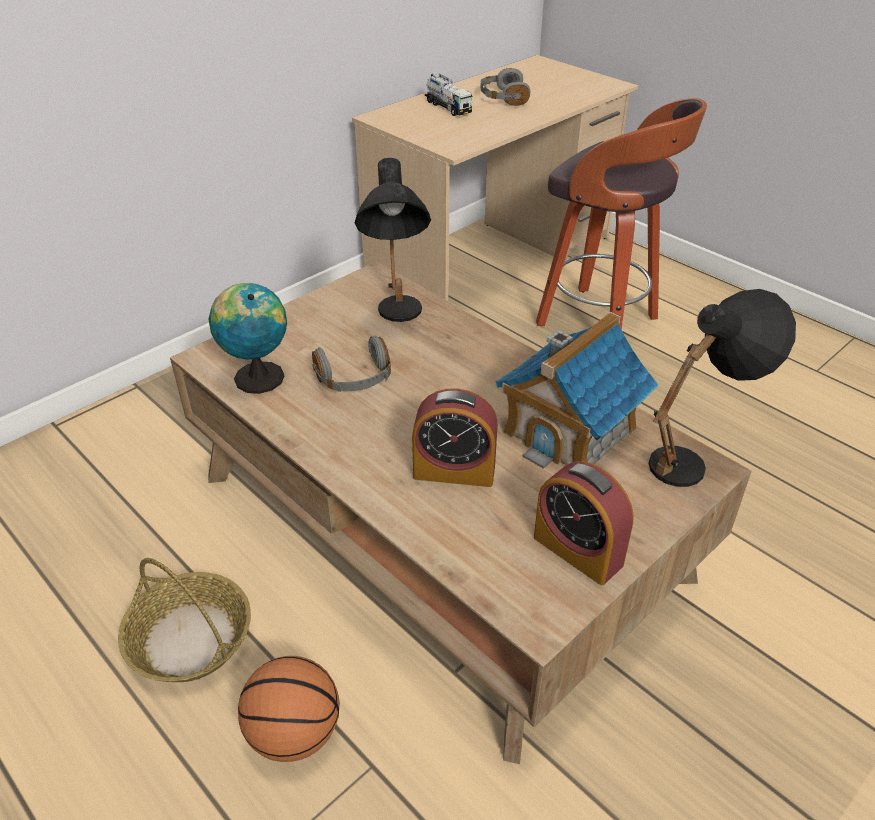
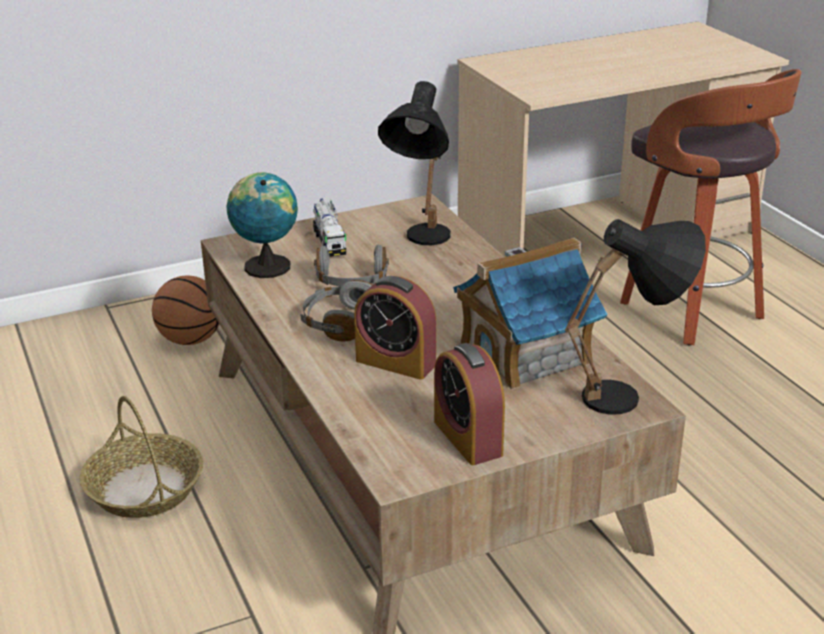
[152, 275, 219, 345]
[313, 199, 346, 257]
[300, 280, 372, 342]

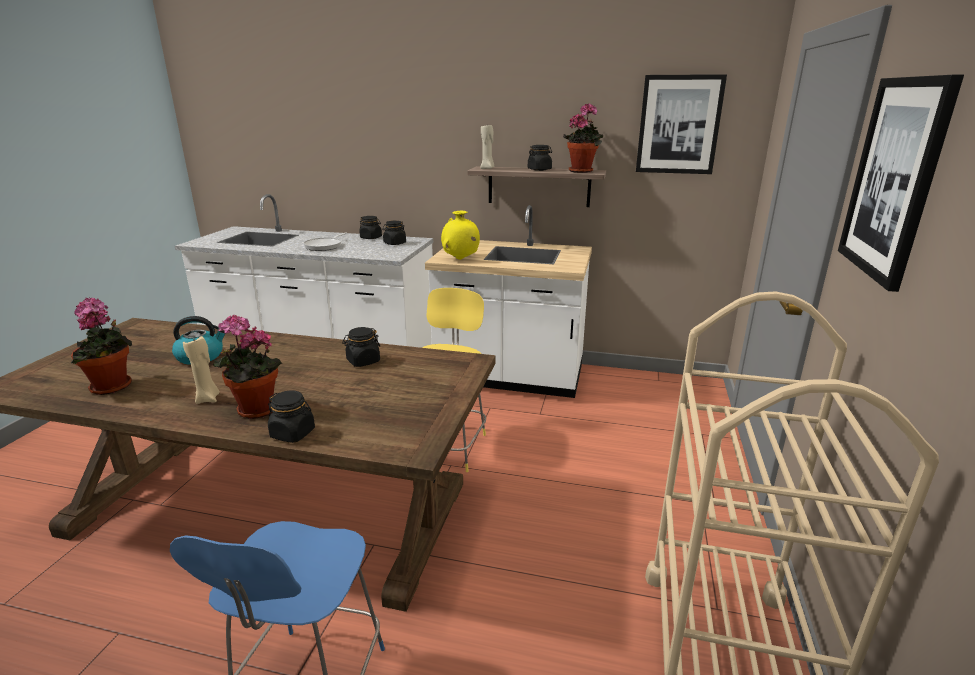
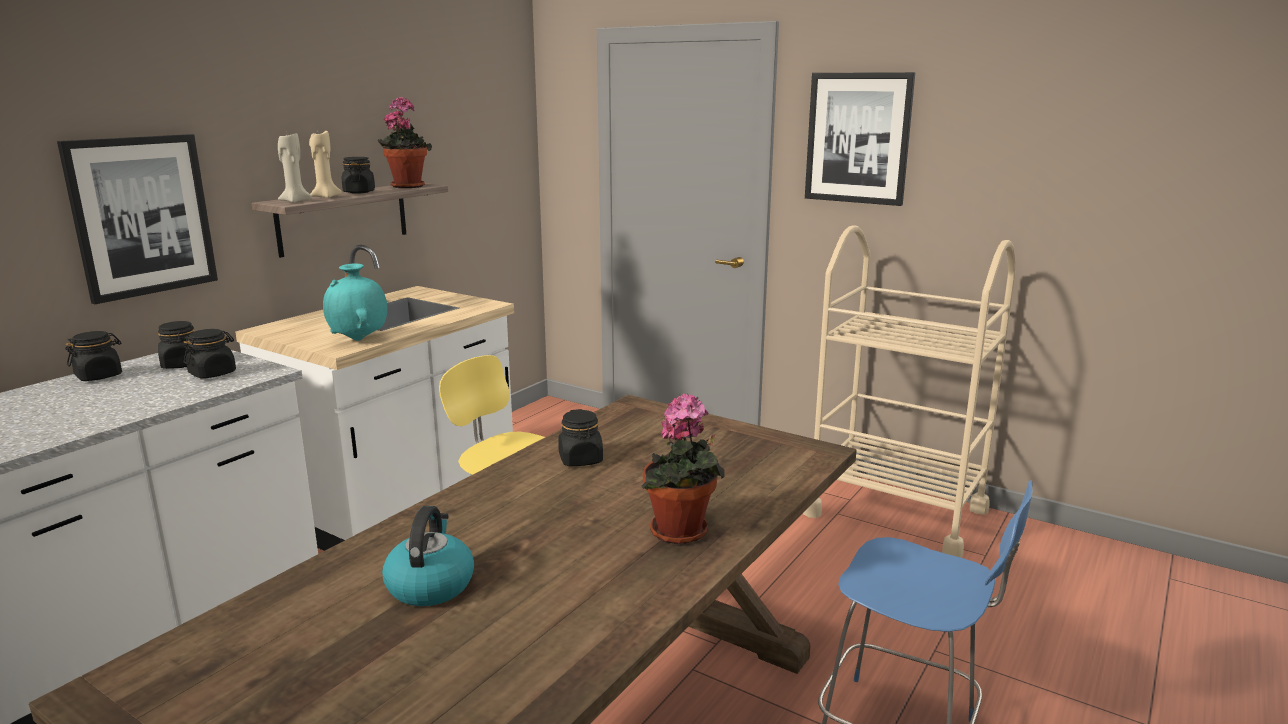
[71, 298, 132, 395] (first image)
[309, 131, 342, 198]
[183, 329, 236, 379]
[303, 233, 348, 251] (first image)
[323, 263, 388, 341]
[57, 134, 218, 304]

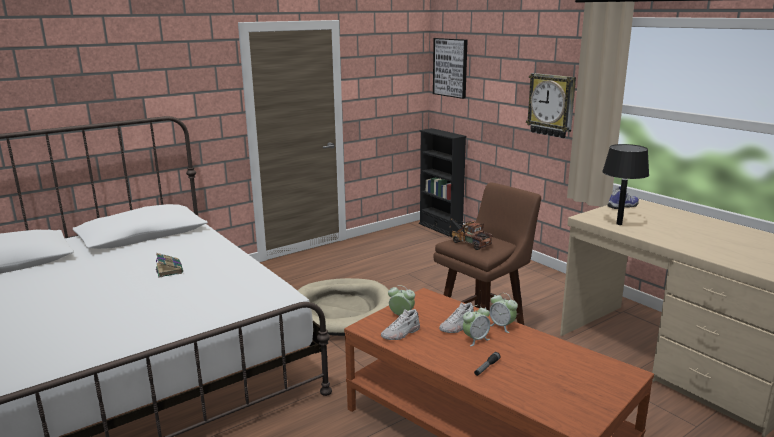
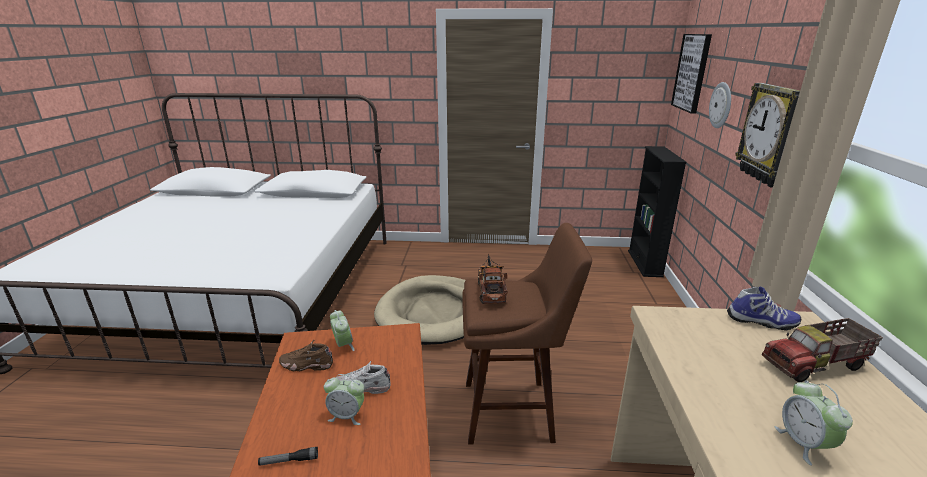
[156, 253, 183, 278] (first image)
[279, 340, 333, 371]
[774, 380, 853, 466]
[602, 144, 649, 225] (first image)
[709, 82, 731, 128]
[762, 318, 883, 382]

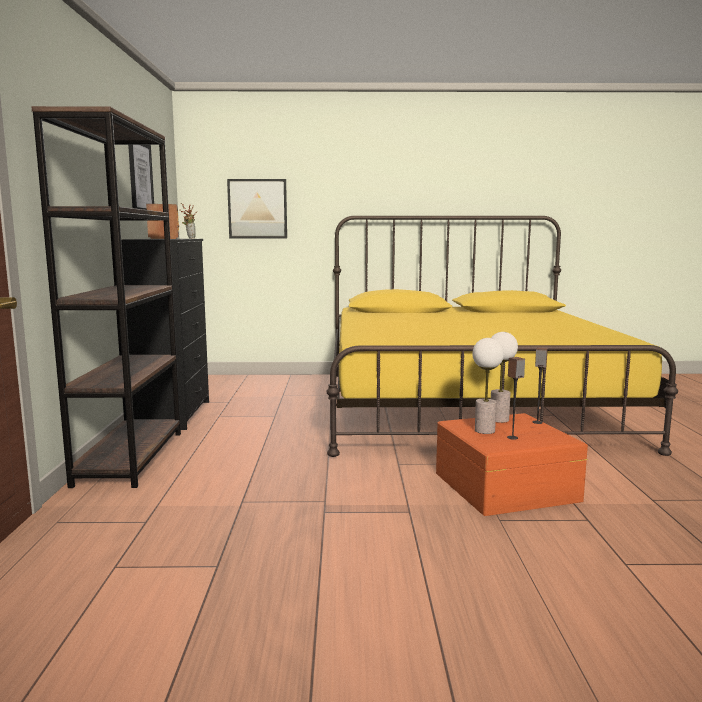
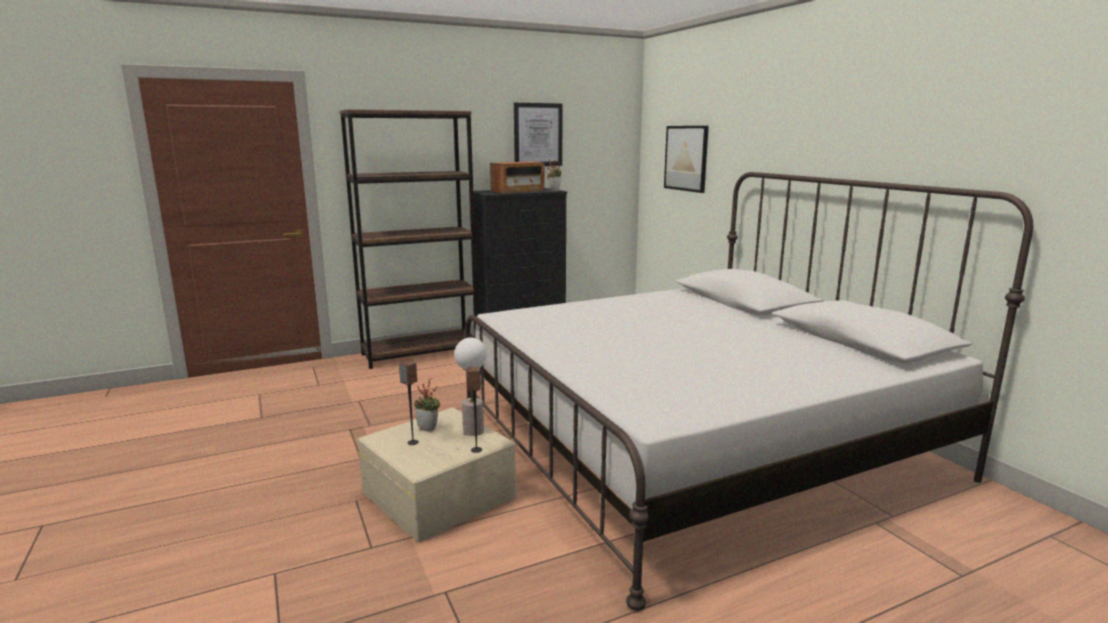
[465, 172, 1033, 610]
[358, 407, 516, 543]
[414, 378, 440, 432]

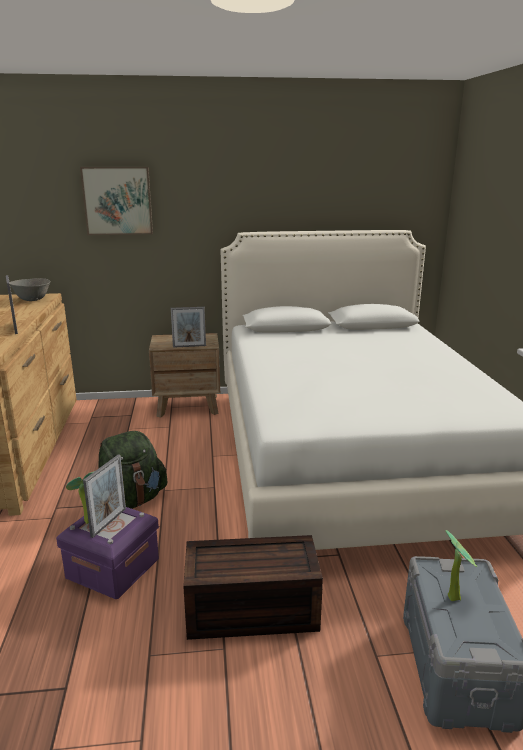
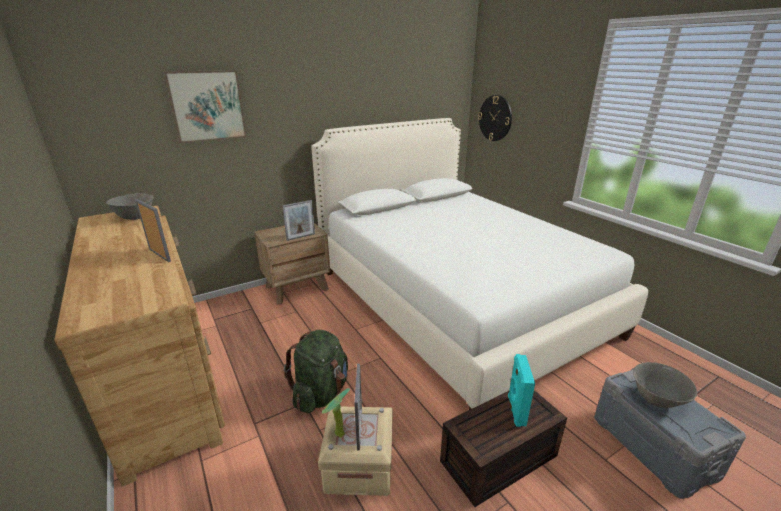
[318, 406, 393, 496]
[633, 362, 697, 408]
[478, 95, 512, 141]
[508, 354, 535, 427]

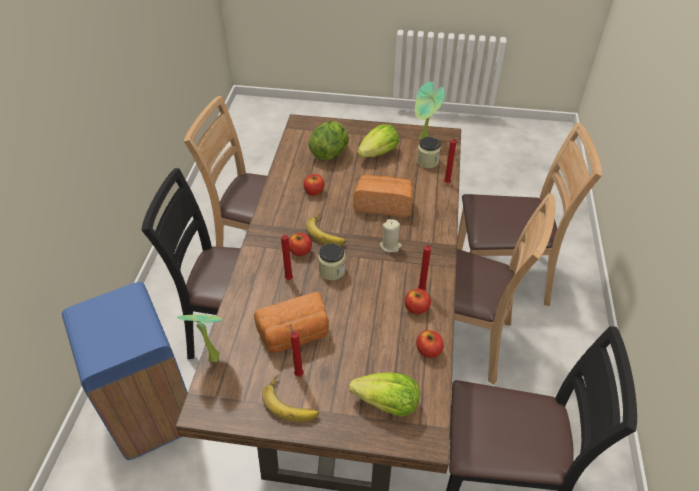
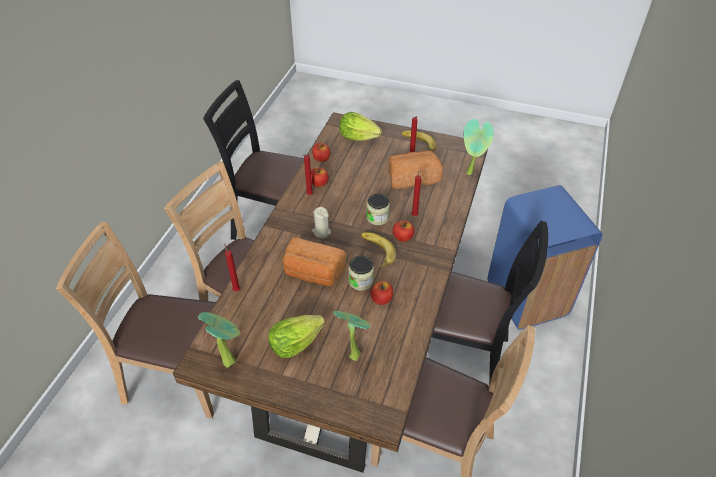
[333, 311, 371, 361]
[348, 256, 374, 291]

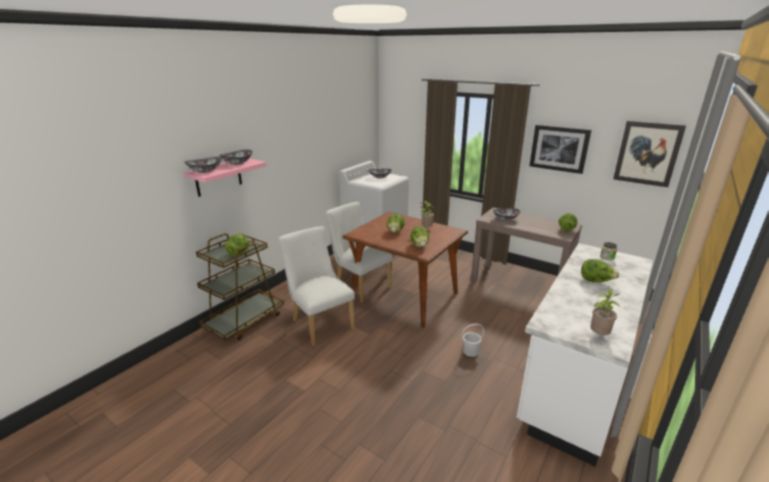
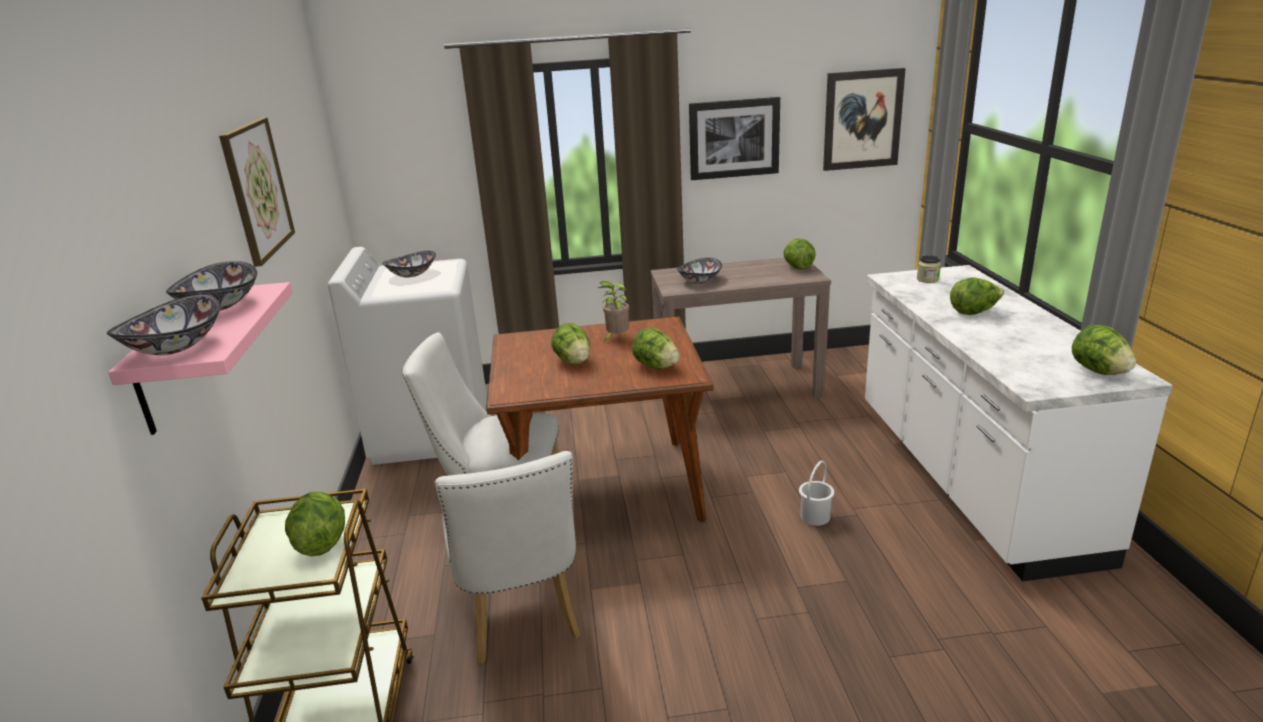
[435, 451, 581, 664]
[1072, 325, 1136, 375]
[219, 117, 295, 267]

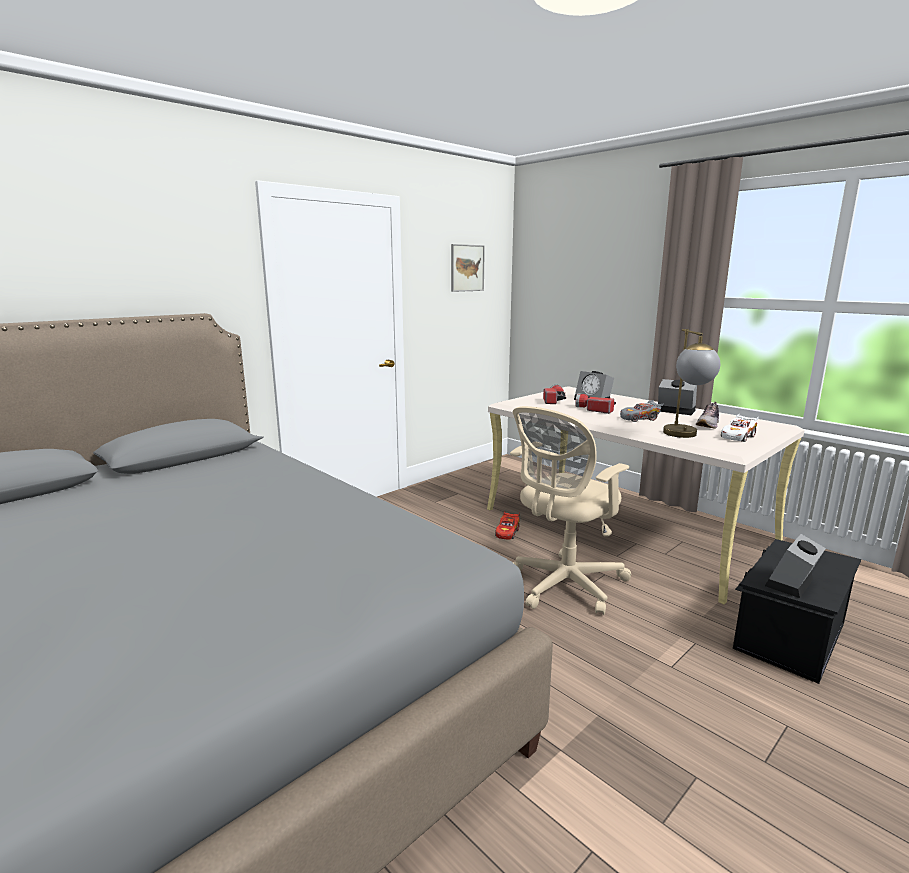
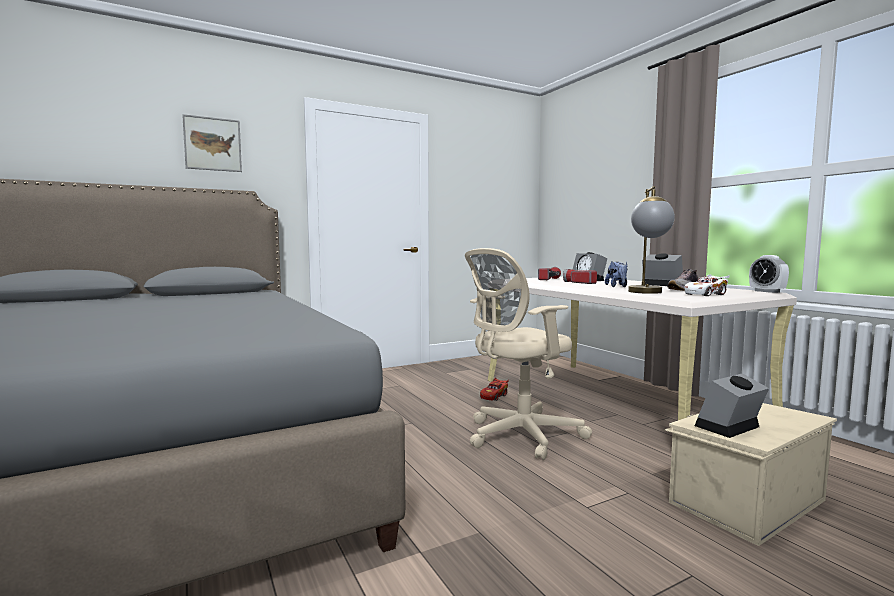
[182, 114, 242, 172]
[605, 262, 627, 287]
[665, 403, 837, 546]
[749, 255, 789, 293]

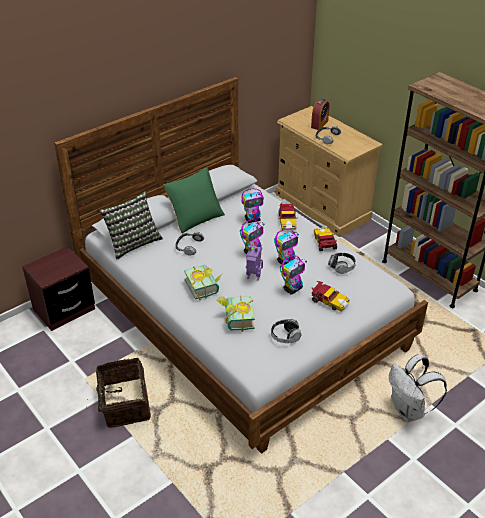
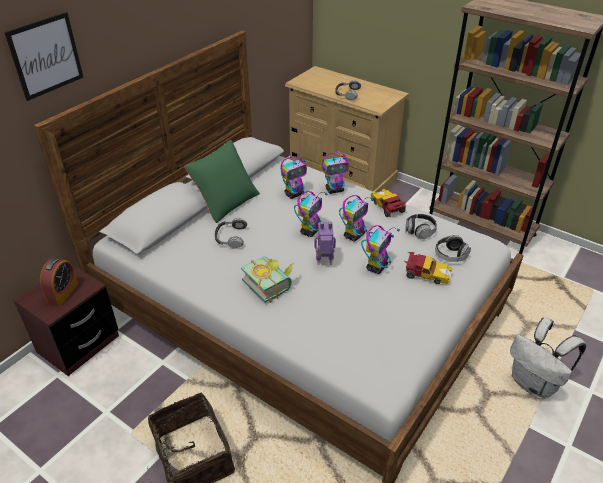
[99, 191, 163, 260] (first image)
[217, 295, 255, 332] (first image)
[435, 235, 471, 262]
[322, 152, 349, 194]
[40, 258, 78, 306]
[4, 12, 83, 101]

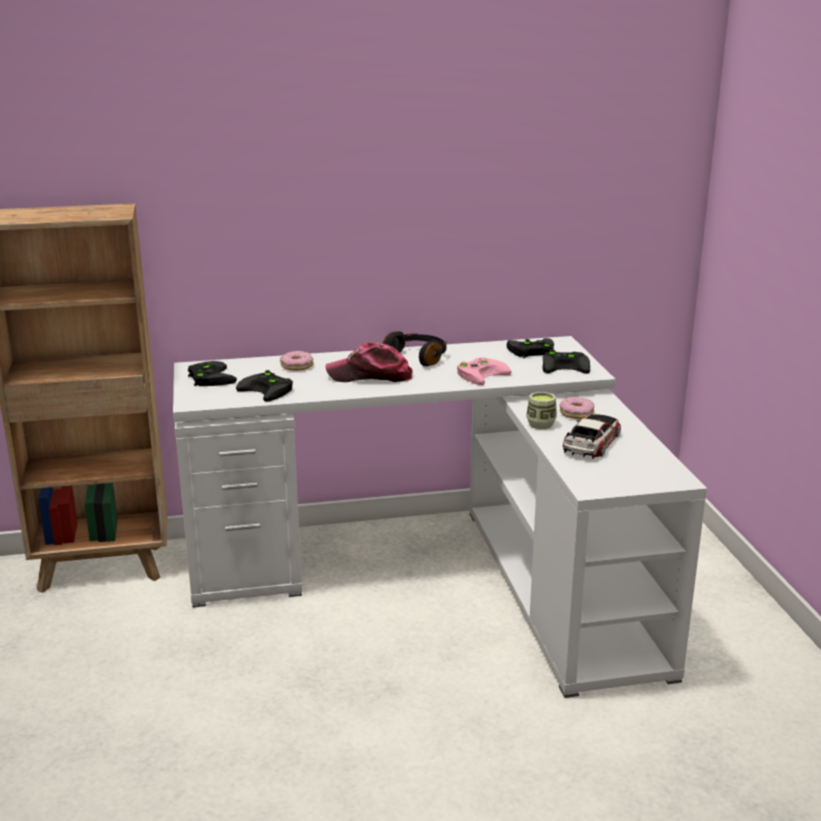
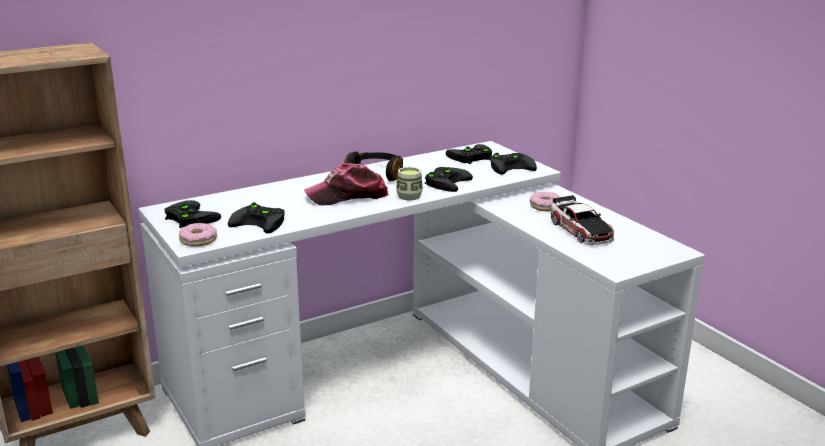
[179, 223, 217, 247]
[425, 167, 473, 192]
[396, 167, 423, 201]
[551, 195, 614, 245]

